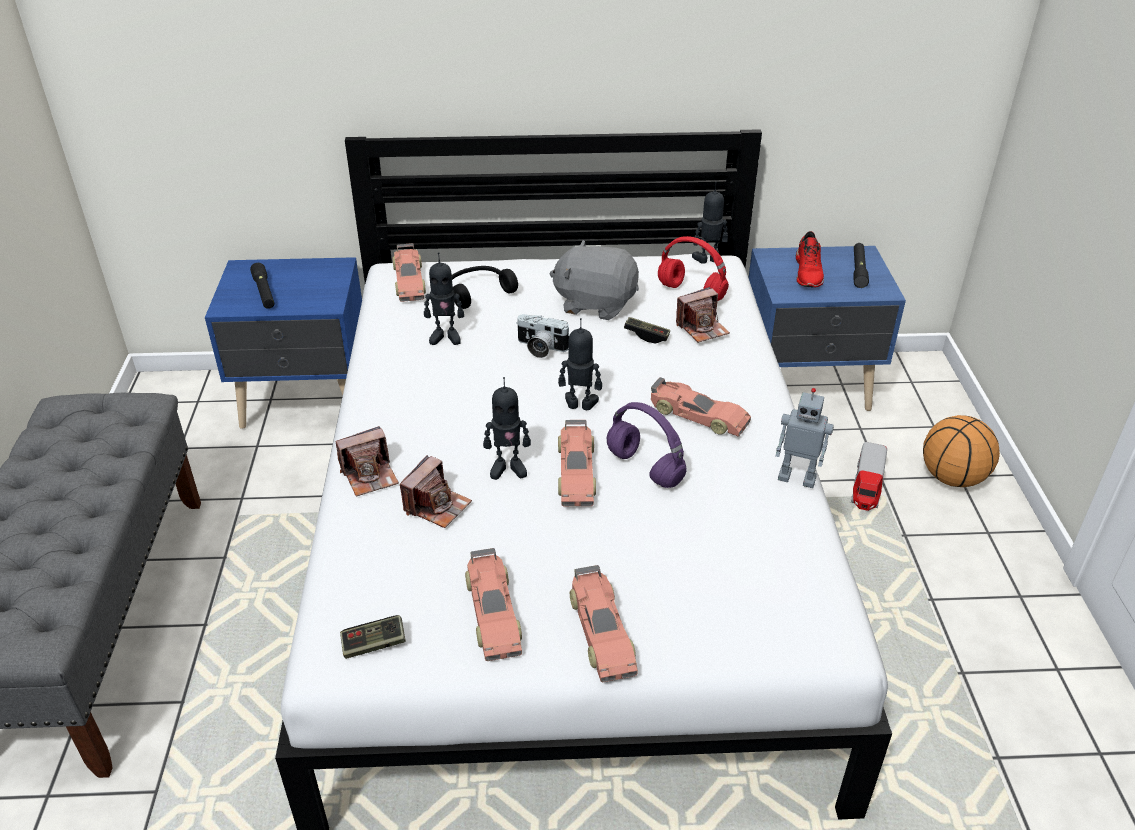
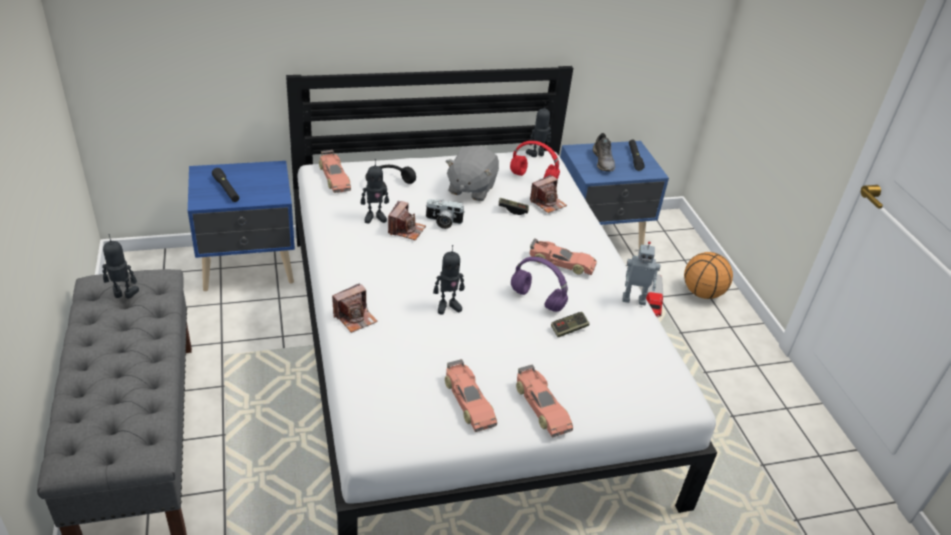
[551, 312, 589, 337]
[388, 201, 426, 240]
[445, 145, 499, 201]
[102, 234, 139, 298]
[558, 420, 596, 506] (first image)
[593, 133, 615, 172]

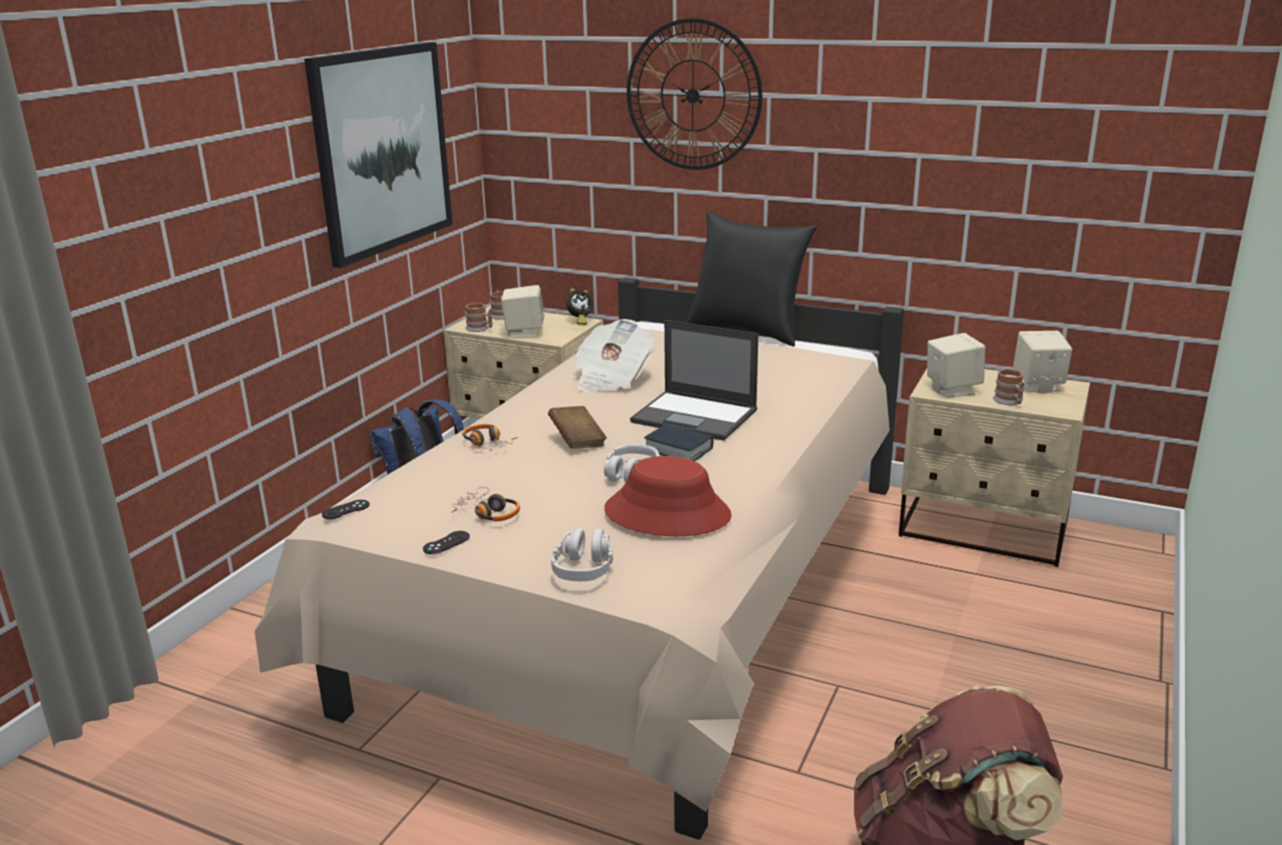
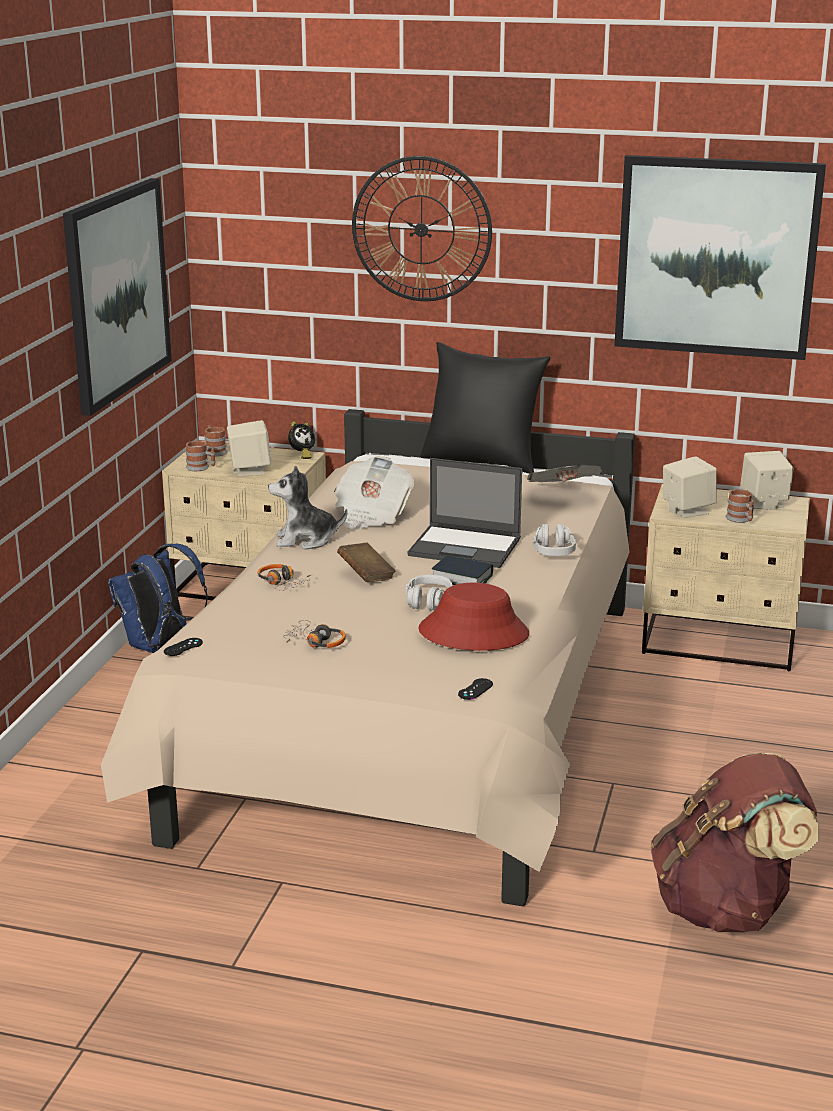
[458, 678, 493, 700]
[533, 524, 576, 556]
[268, 466, 347, 550]
[527, 465, 603, 482]
[614, 155, 826, 360]

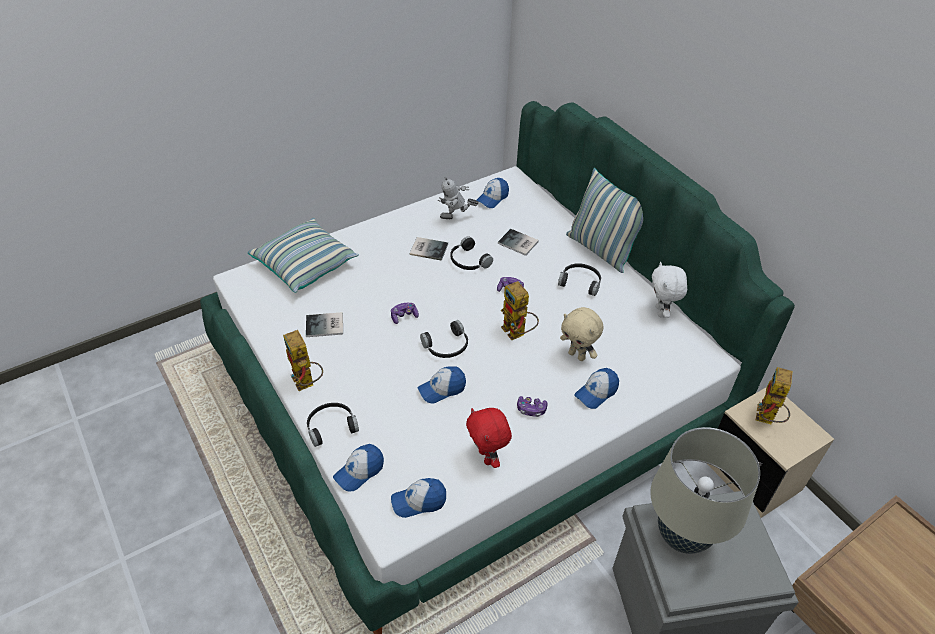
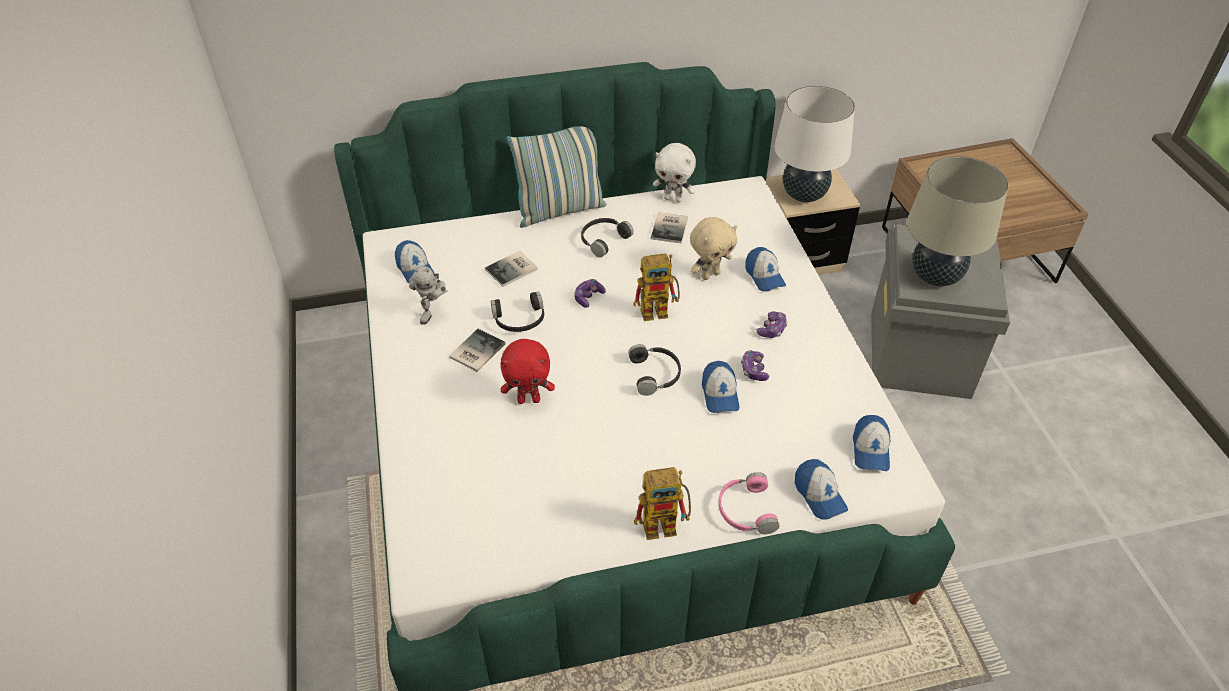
[248, 218, 359, 293] (first image)
[651, 212, 688, 244]
[718, 472, 779, 534]
[741, 350, 769, 381]
[500, 339, 555, 404]
[774, 86, 855, 202]

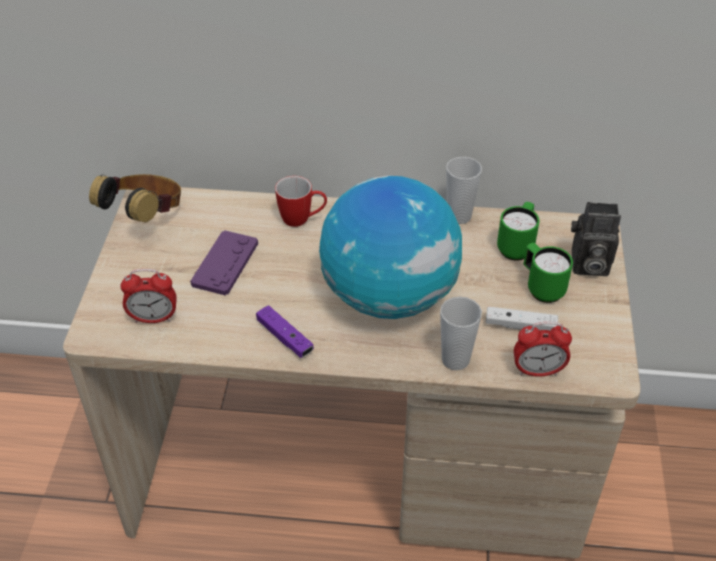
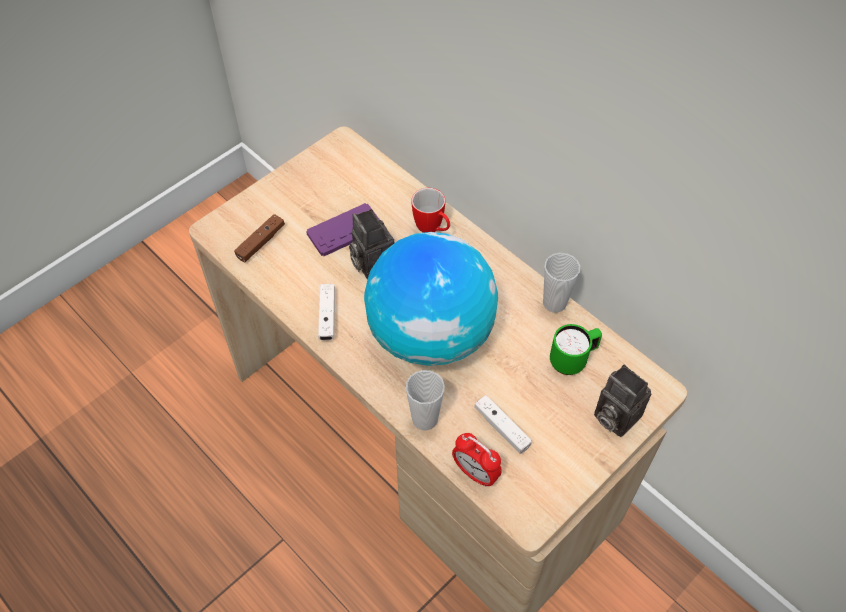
[89, 174, 181, 223] (first image)
[234, 214, 285, 262]
[318, 284, 335, 340]
[523, 243, 573, 303] (first image)
[349, 209, 395, 280]

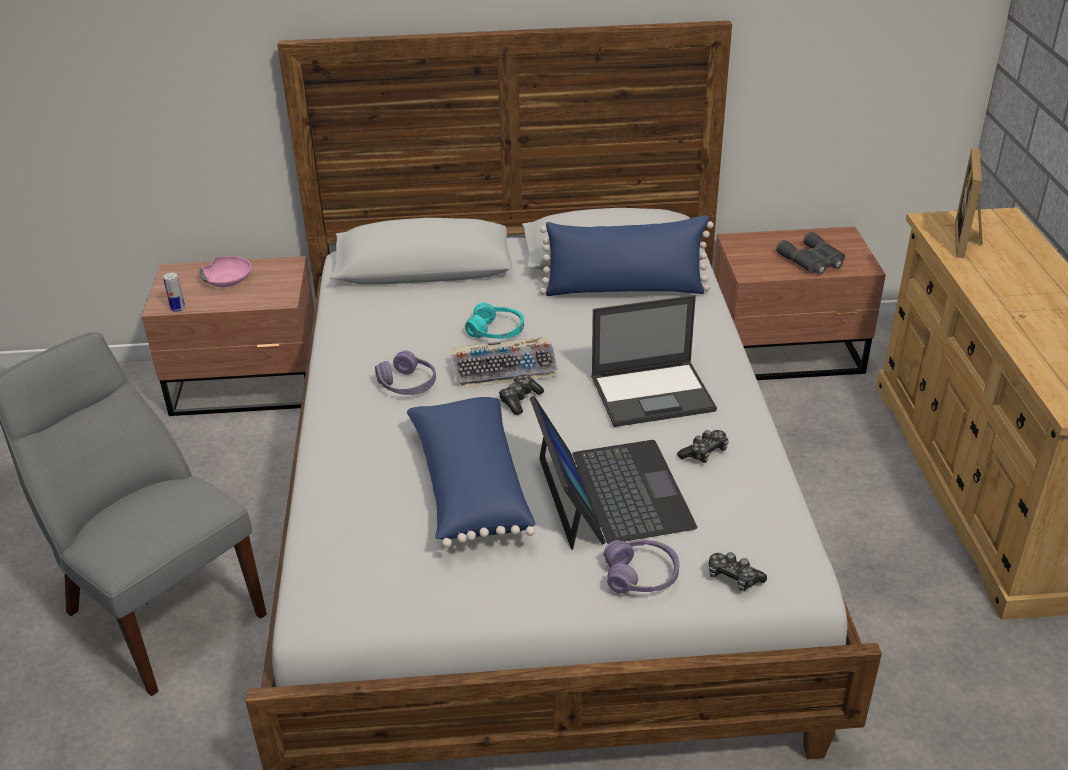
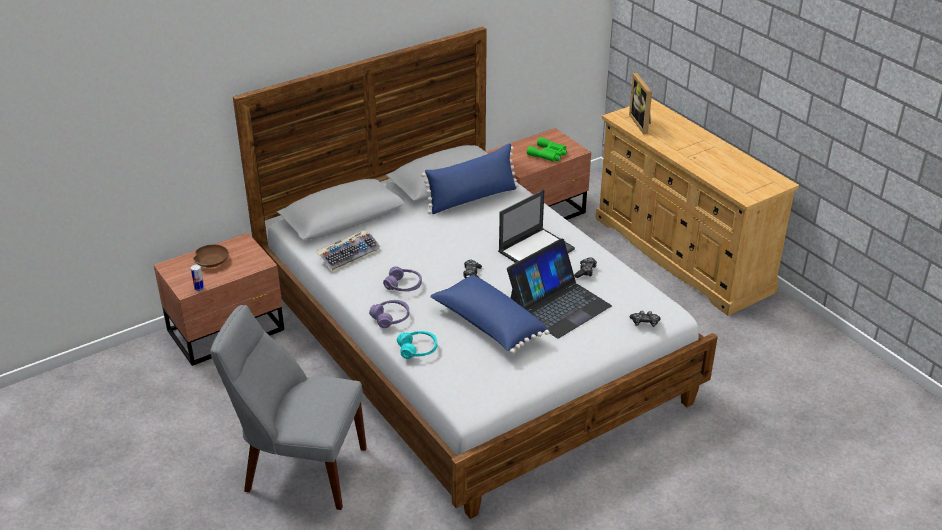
[193, 244, 229, 268]
[316, 230, 381, 273]
[397, 331, 437, 359]
[507, 239, 612, 338]
[369, 300, 409, 328]
[527, 137, 567, 162]

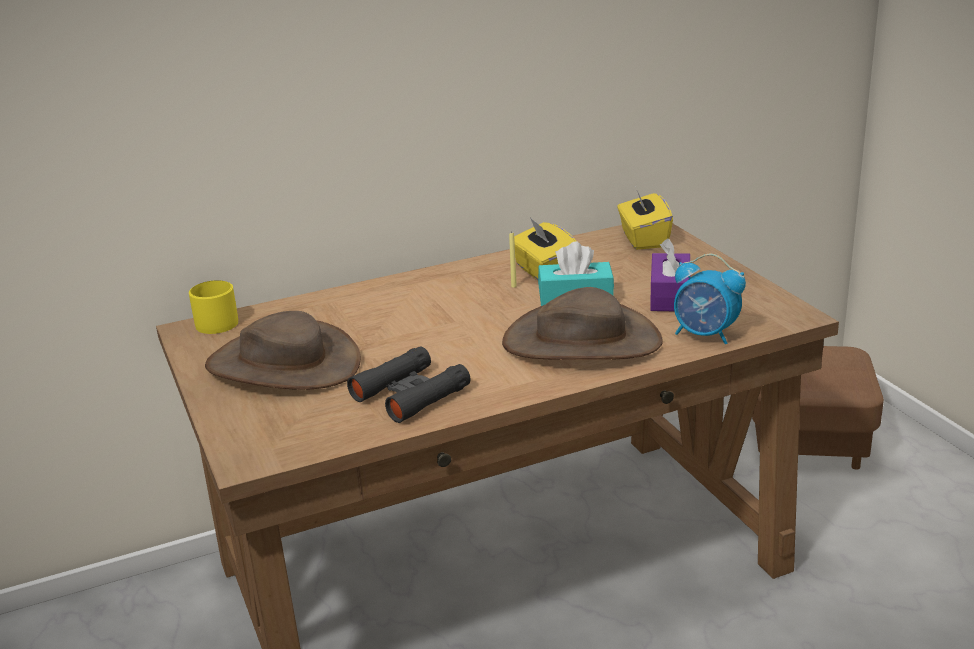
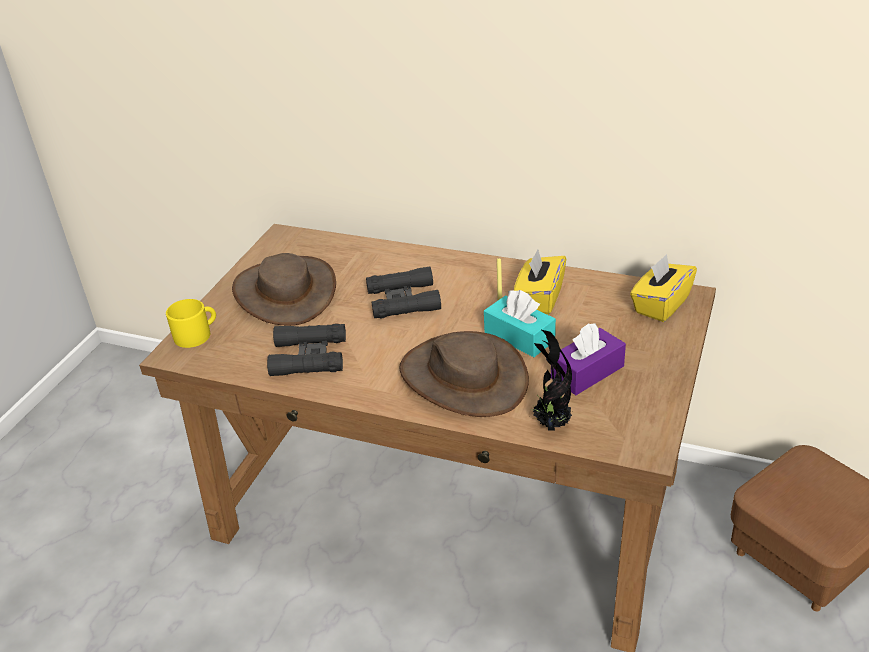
[166, 299, 216, 348]
[530, 329, 573, 431]
[366, 266, 441, 318]

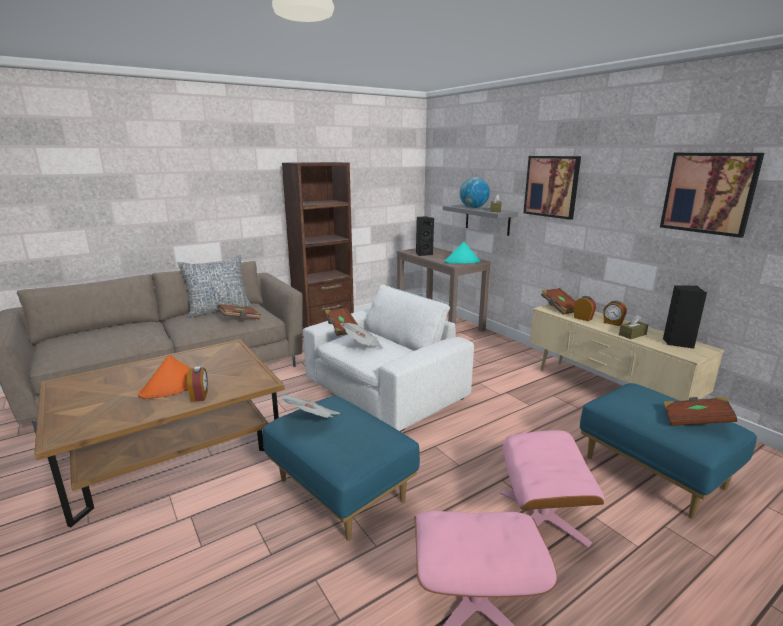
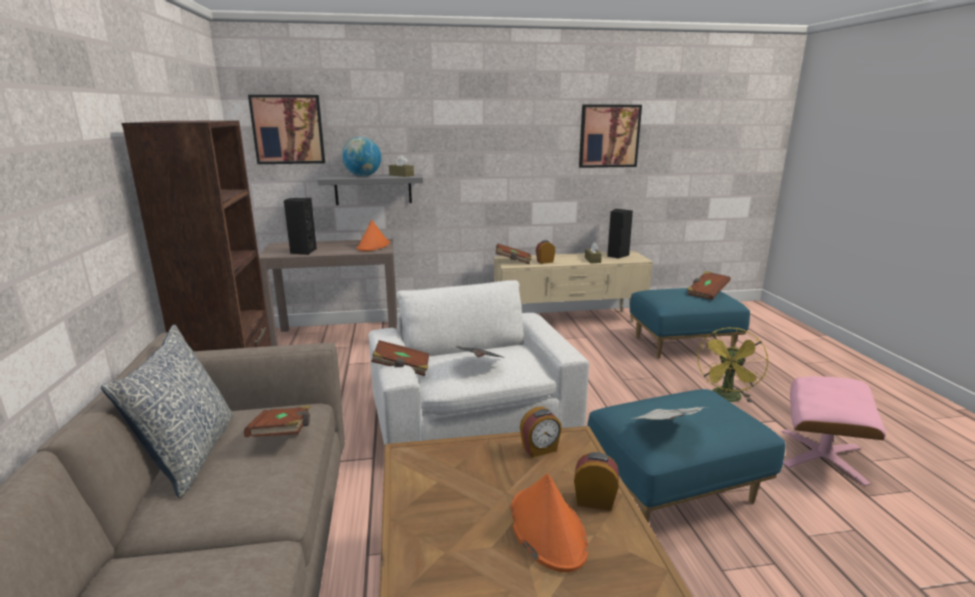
[356, 220, 390, 251]
[697, 328, 768, 403]
[248, 95, 325, 164]
[520, 407, 562, 458]

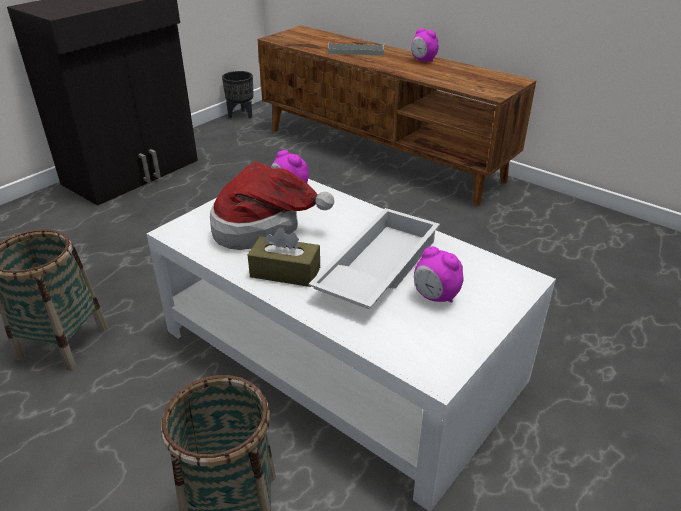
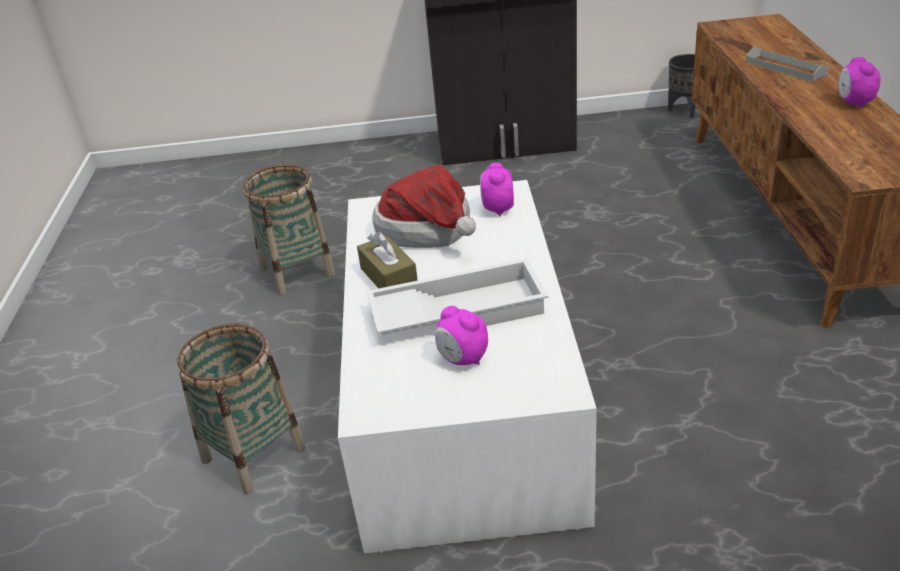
[435, 306, 488, 365]

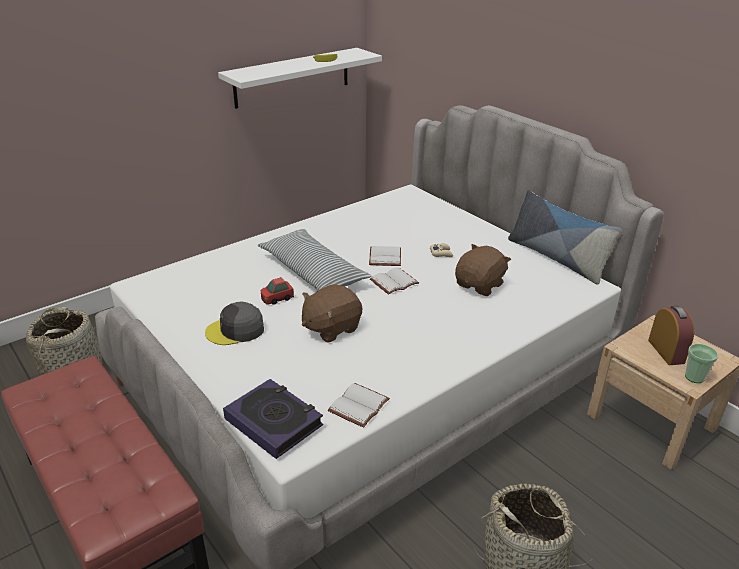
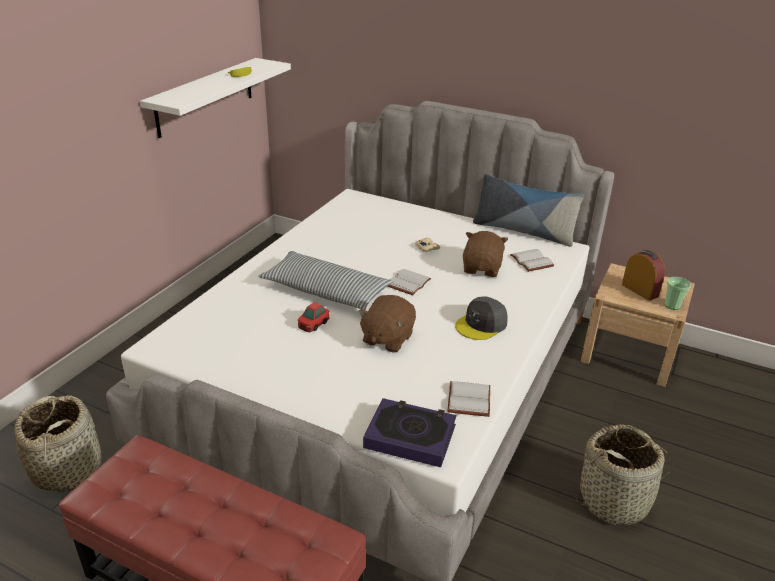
[455, 297, 508, 340]
[510, 249, 555, 272]

